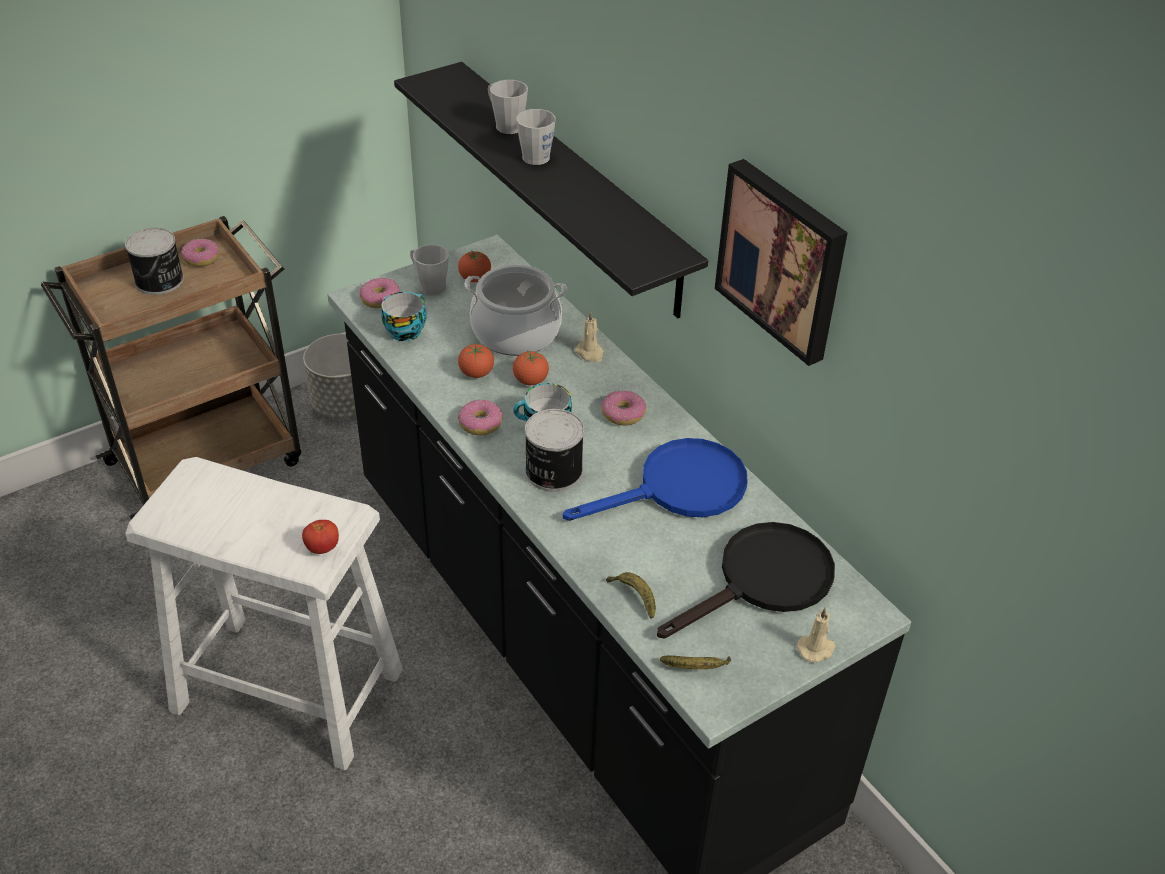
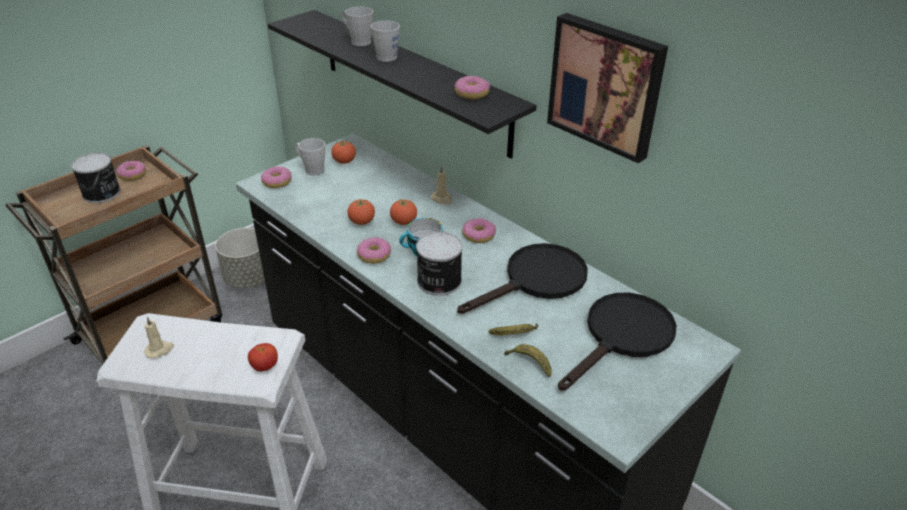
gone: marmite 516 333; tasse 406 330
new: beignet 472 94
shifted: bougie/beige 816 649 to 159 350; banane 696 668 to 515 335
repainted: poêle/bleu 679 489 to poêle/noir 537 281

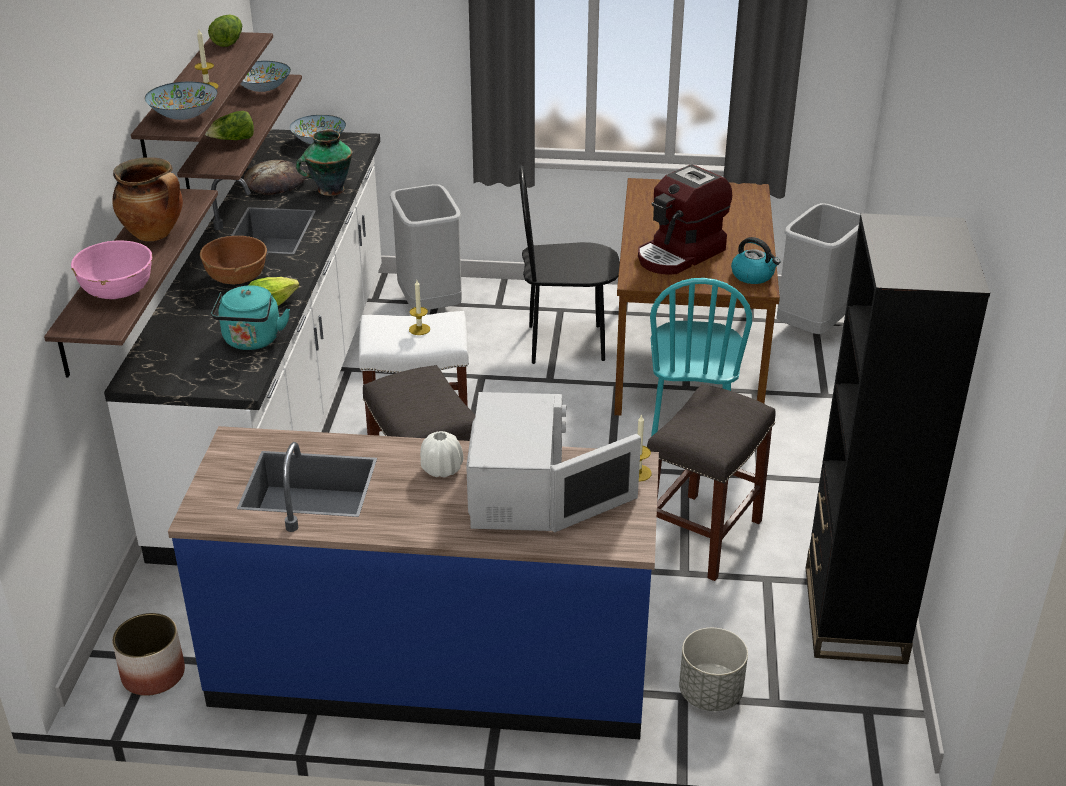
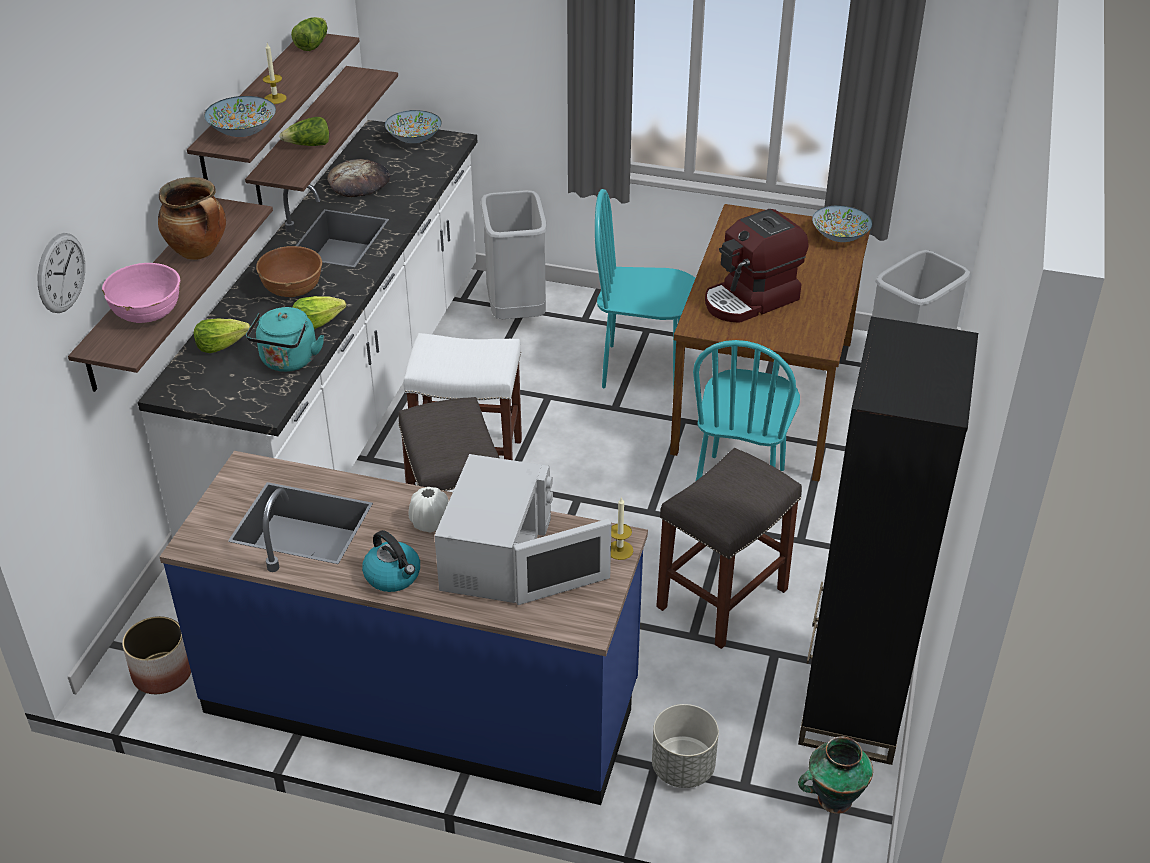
gone: bougie 419 329
new: horloge murale 61 273; laitue 221 345
shifted: bol 263 88 to 840 236; vase 329 190 to 832 800; bouilloire 753 275 to 393 576
repainted: chaise/noir 566 343 to chaise/turquoise 642 369

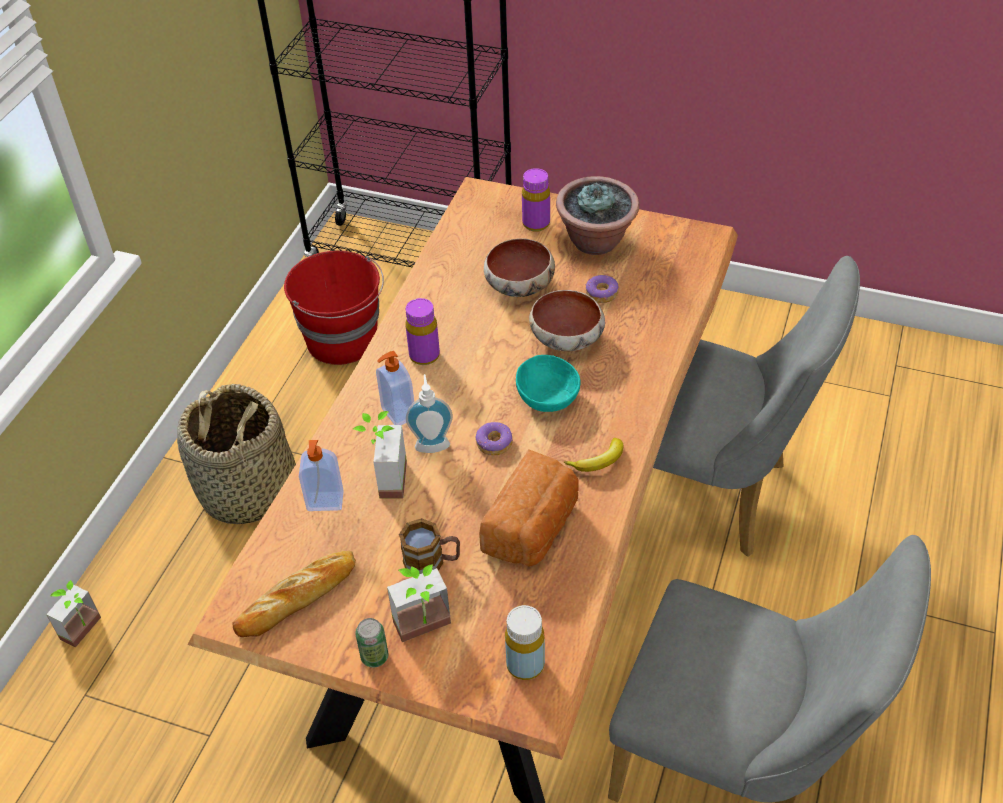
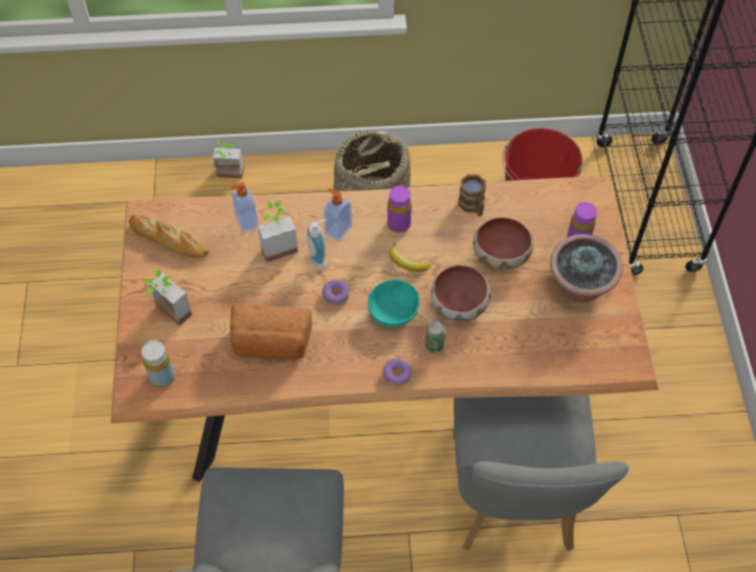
shifted: beignet 601 294 to 396 375; banane 598 461 to 406 262; mug 432 562 to 473 206; boîte métallique 374 656 to 434 345

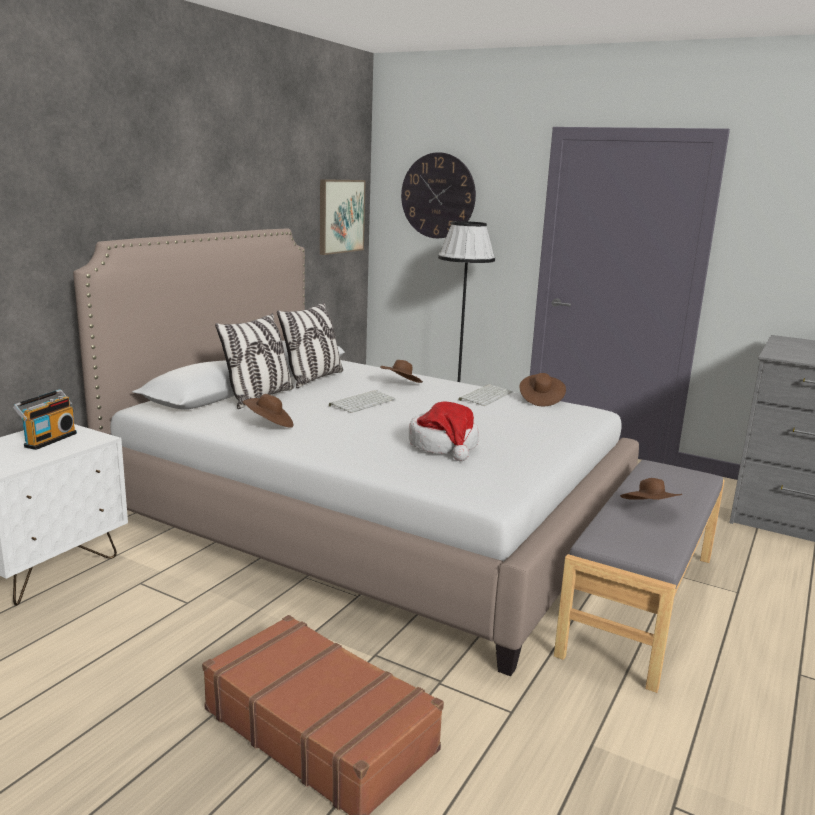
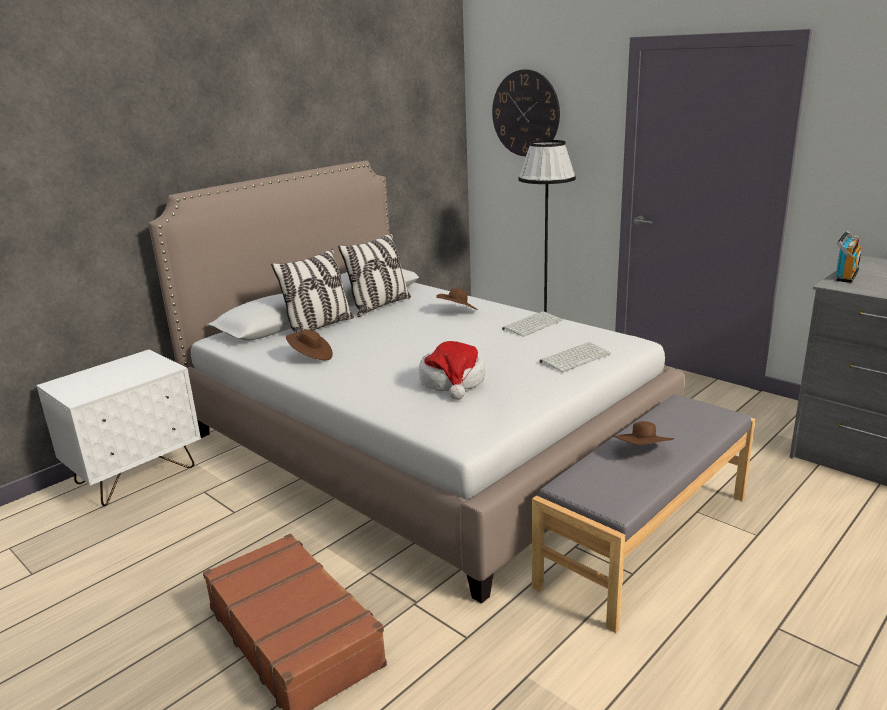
gone: tableau 341 216; chapeau/marron 540 400
shifted: radio 49 439 to 844 275; clavier 362 402 to 575 357

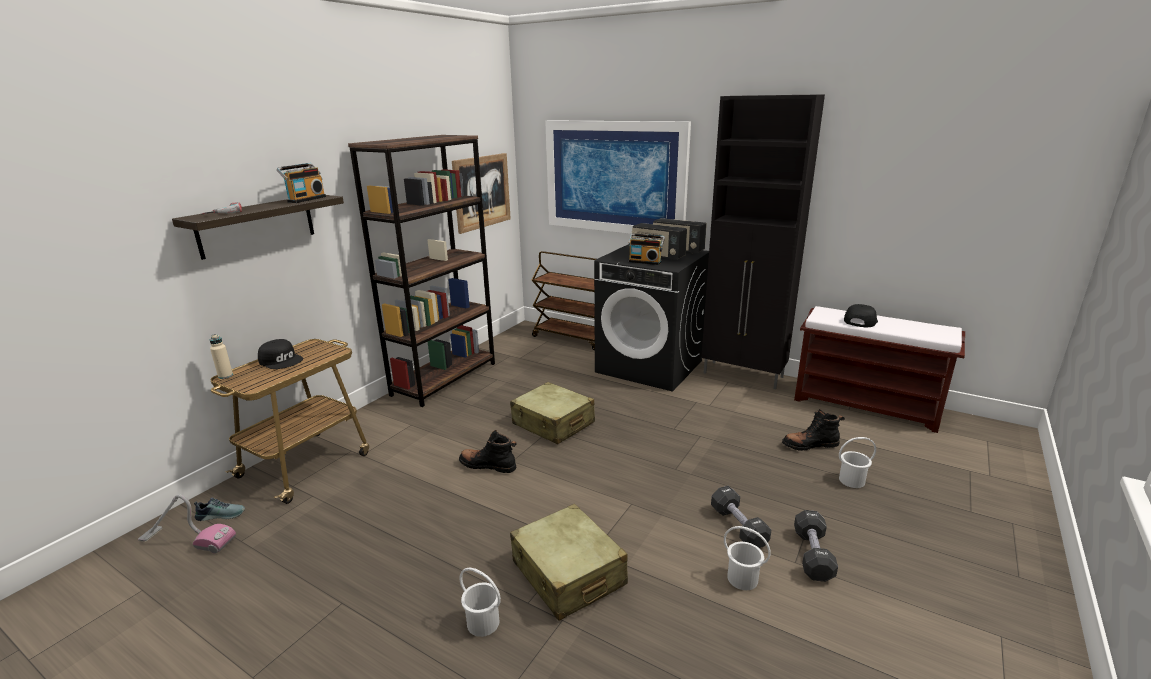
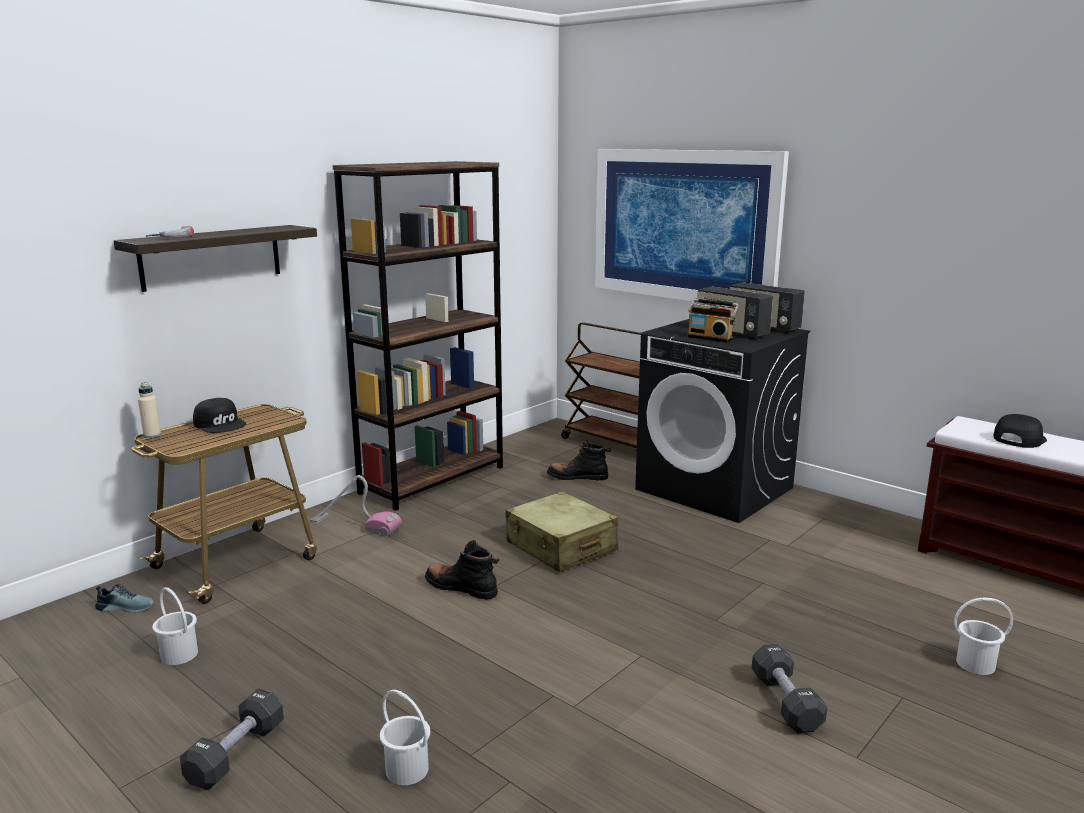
gone: meuble de rangement/noir 744 375; tableau 482 192; radio 305 199; valise/beige 568 573
shifted: botte/noir 810 445 to 577 477; aspirateur 187 540 to 355 525; haltère/noir 812 555 to 236 754; seau/blanc 742 578 to 180 654

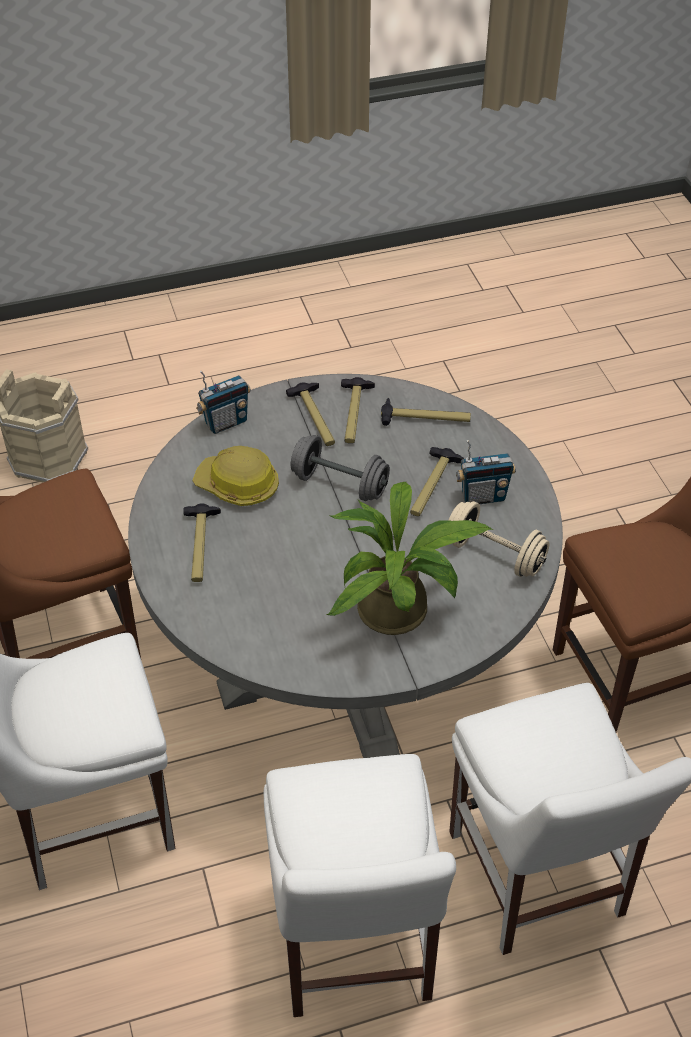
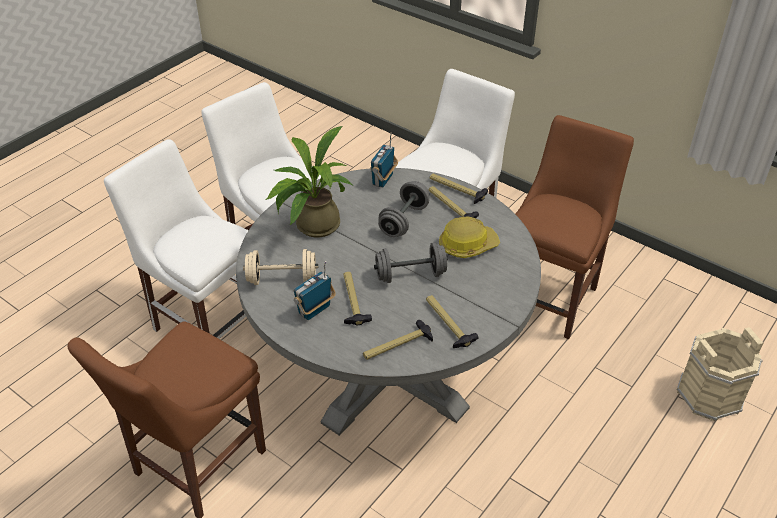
new: haltère/gris 404 220
shifted: radio 226 422 to 383 180; marteau 315 418 to 456 190

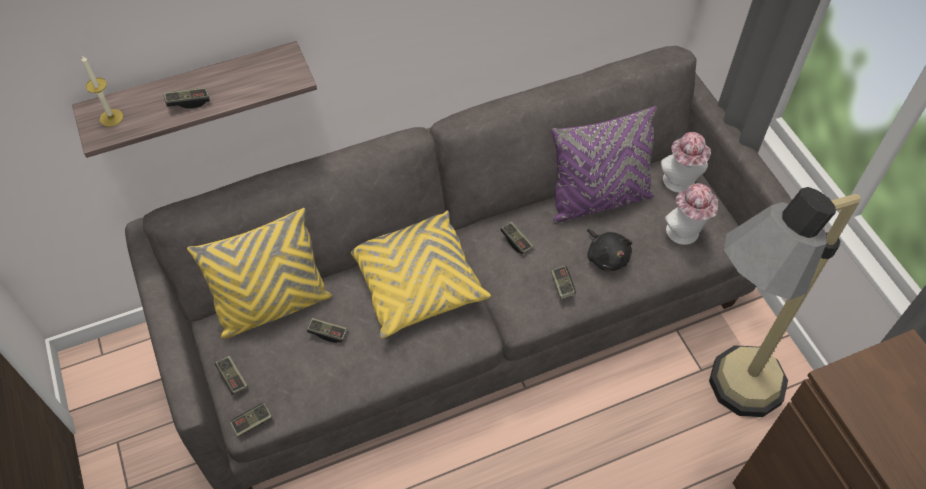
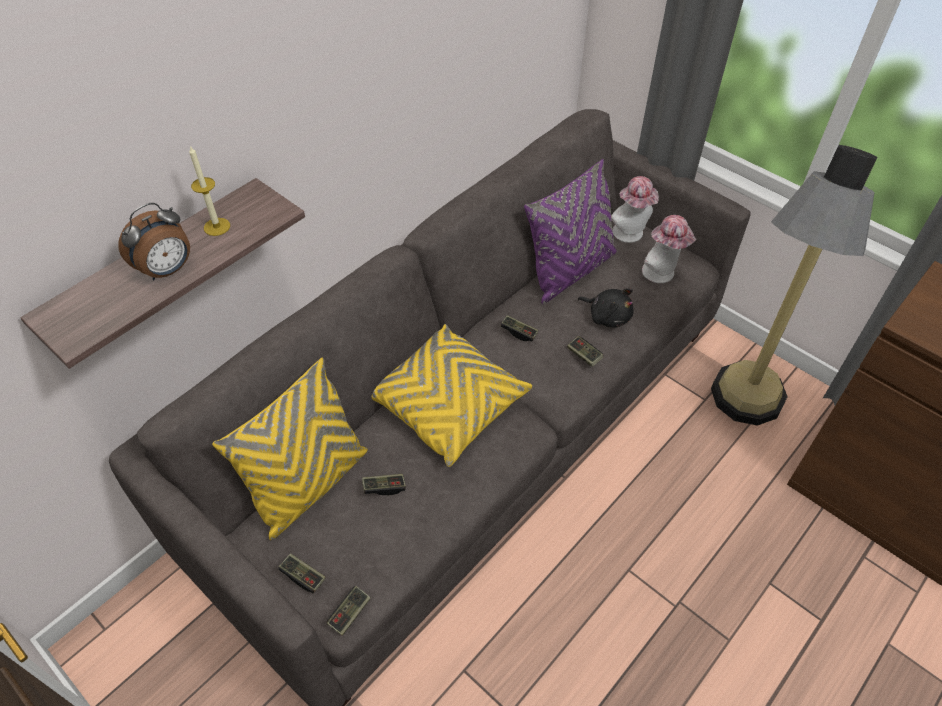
shifted: bougie 111 118 to 217 227
swapped: manette 188 102 to réveil 167 270

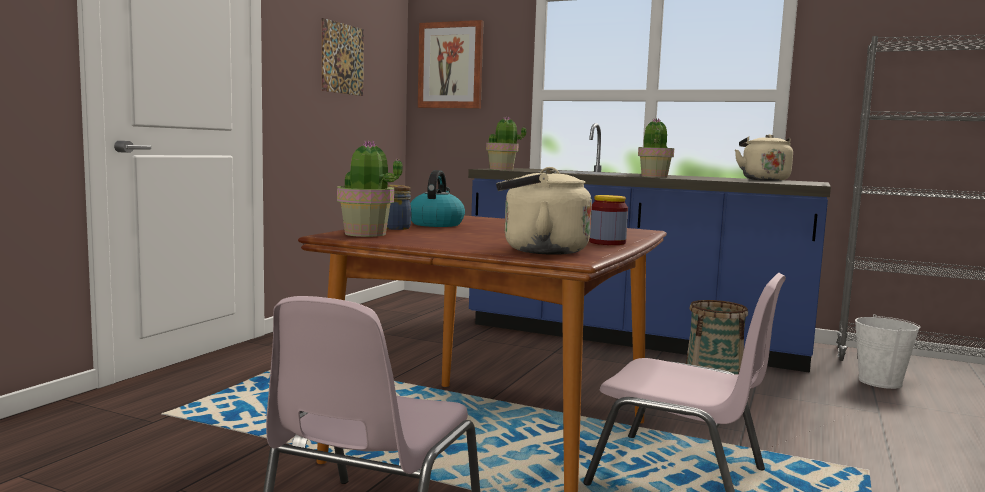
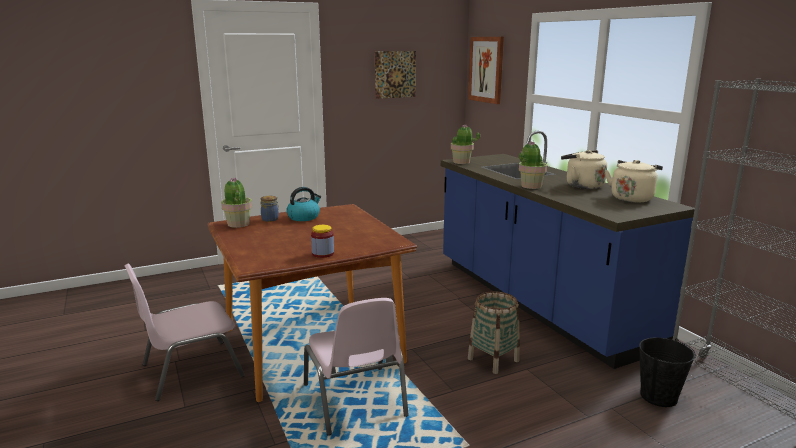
shifted: bouilloire/beige 539 251 to 582 185
repainted: seau/blanc 879 382 to seau/noir 658 396

